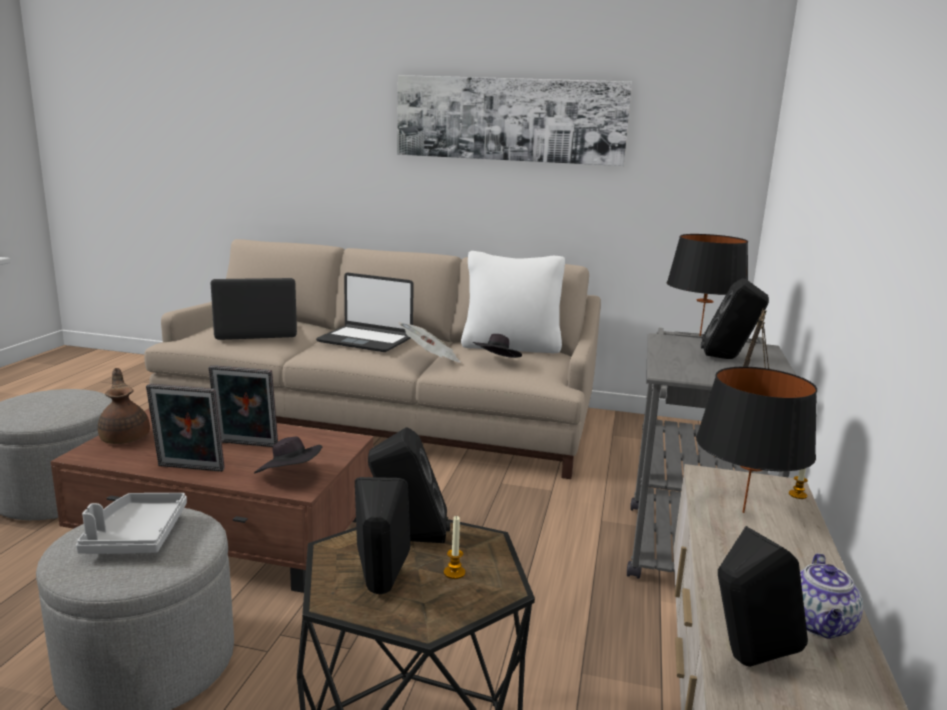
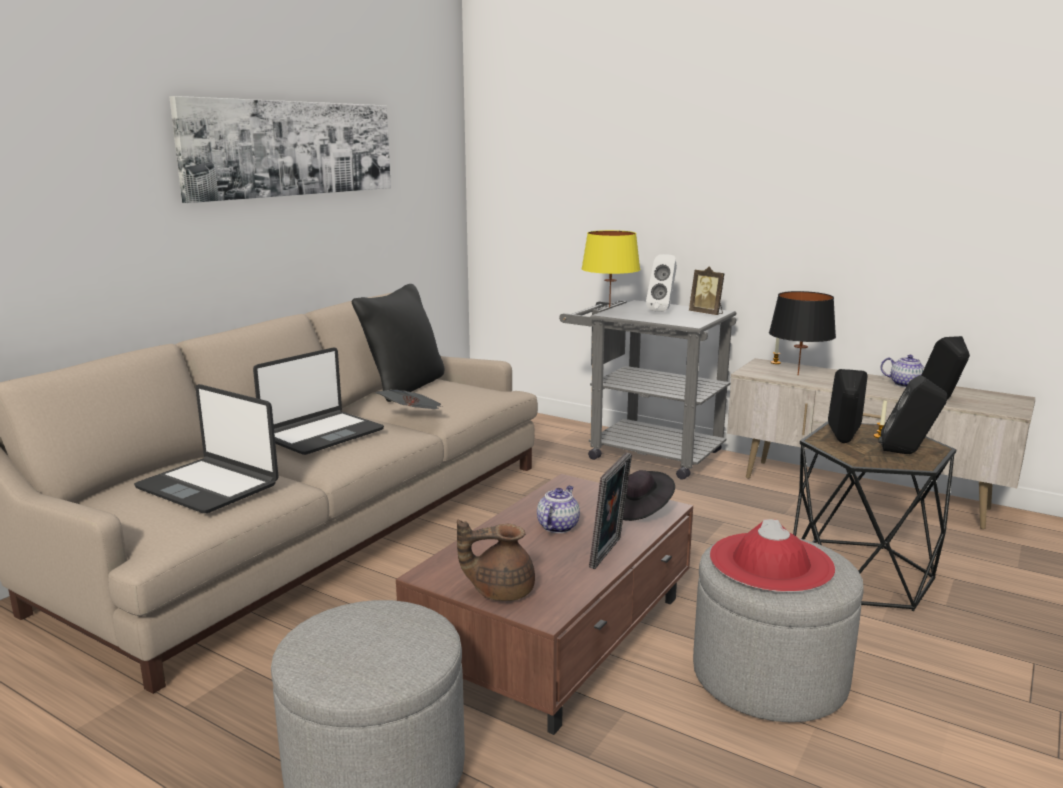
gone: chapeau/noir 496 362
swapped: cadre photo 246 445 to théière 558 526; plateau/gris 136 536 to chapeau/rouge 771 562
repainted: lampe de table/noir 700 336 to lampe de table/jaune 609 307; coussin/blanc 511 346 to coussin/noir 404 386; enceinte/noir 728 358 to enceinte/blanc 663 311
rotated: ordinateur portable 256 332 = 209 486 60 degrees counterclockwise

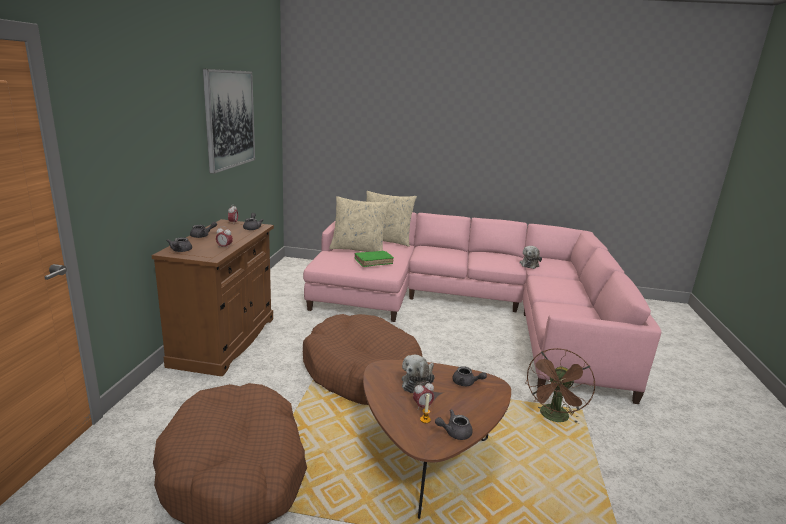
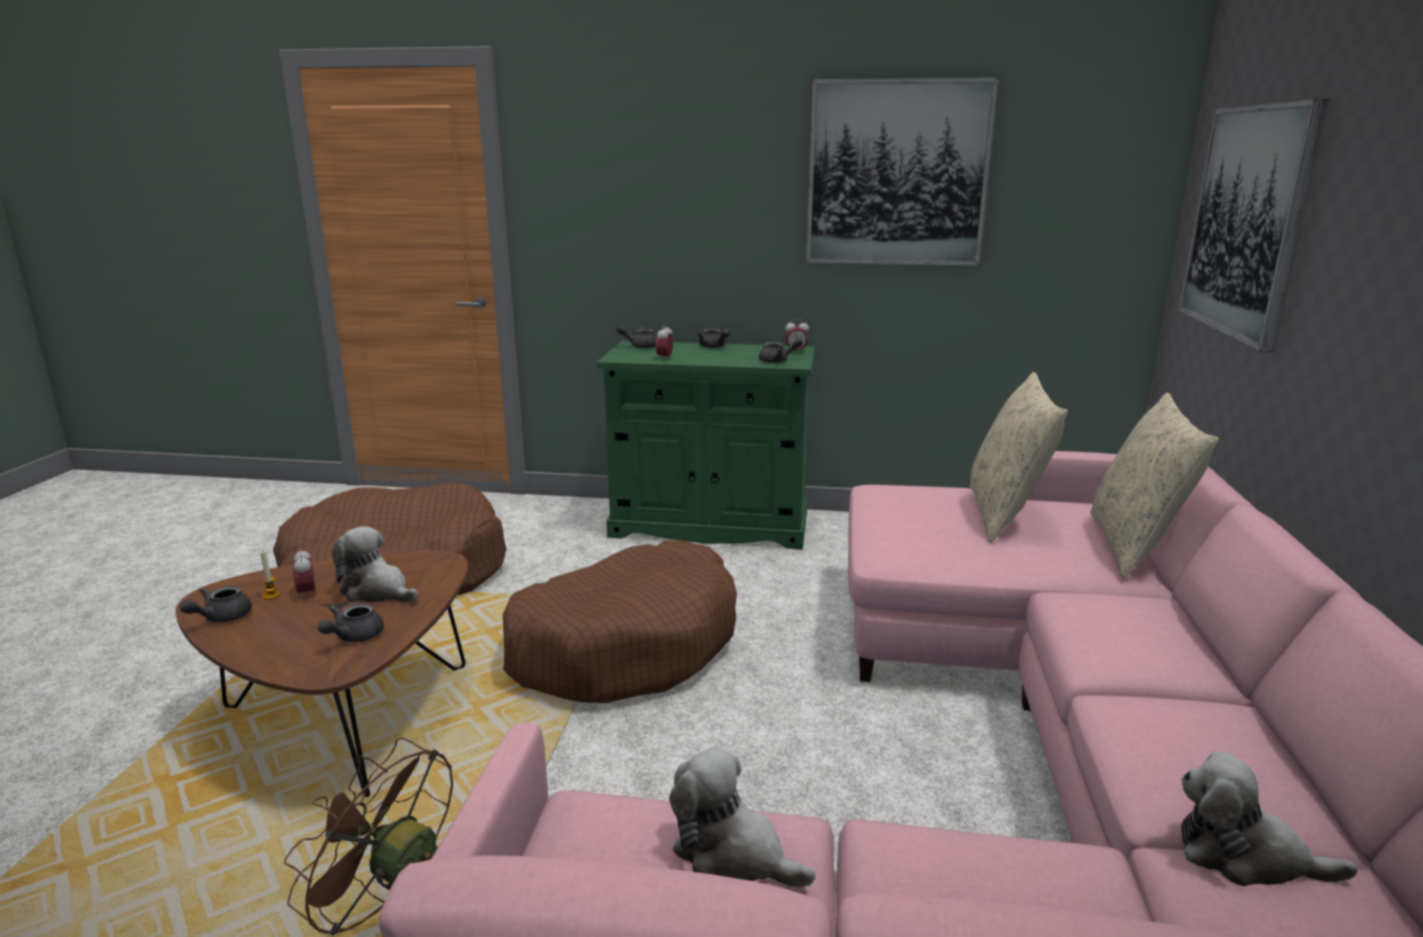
gone: livre/vert 373 262
new: tableau 1247 221; peluche 733 853
repainted: meuble de rangement/marron 225 341 to meuble de rangement/vert 710 525
rotated: théière/gris 454 433 = 221 617 135 degrees counterclockwise

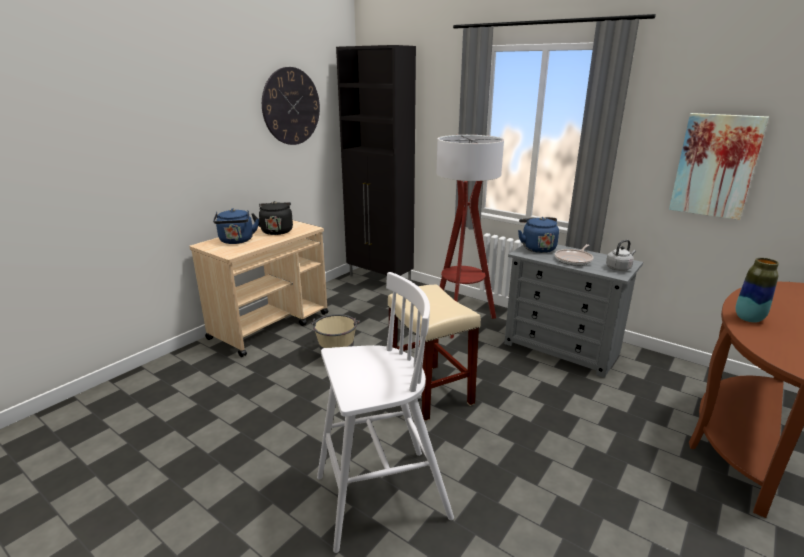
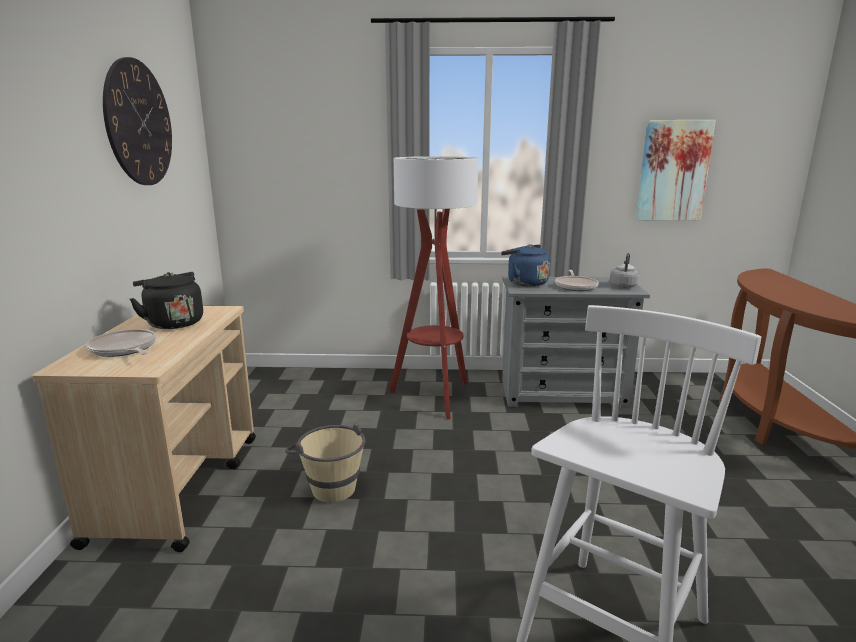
gone: meuble de rangement/noir 380 279; vase 748 318; tabouret/beige 431 391
swapped: bouilloire/bleu 236 241 to poêle 124 349

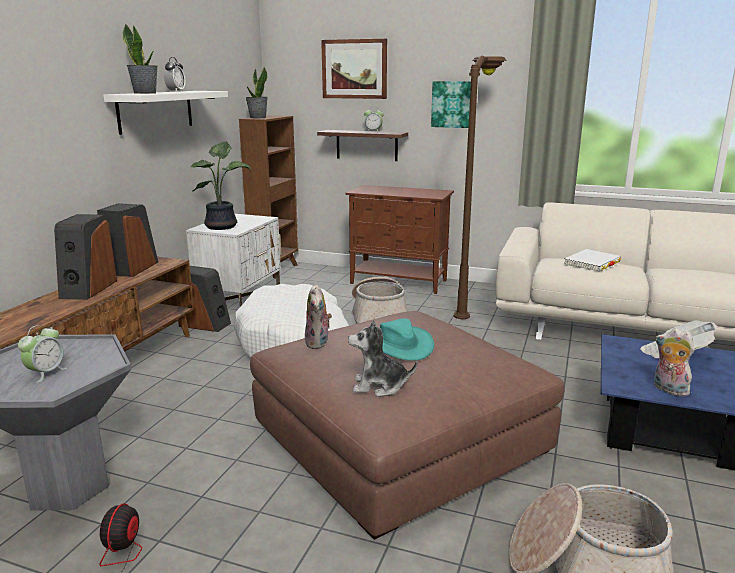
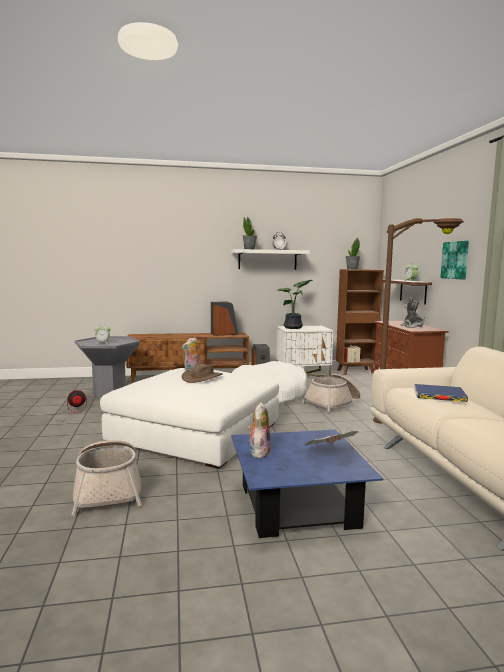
gone: tableau 354 69; enceinte 88 289
shifted: peluche 379 386 to 412 326
repainted: livre/blanc 592 263 to livre/bleu 439 396; pouf/marron 399 436 to pouf/blanc 195 432; chapeau/turquoise 398 345 to chapeau/marron 202 377

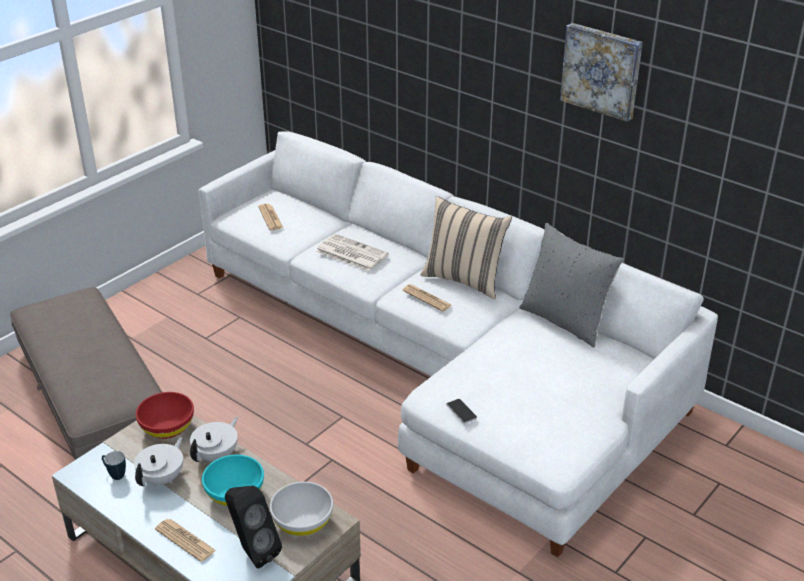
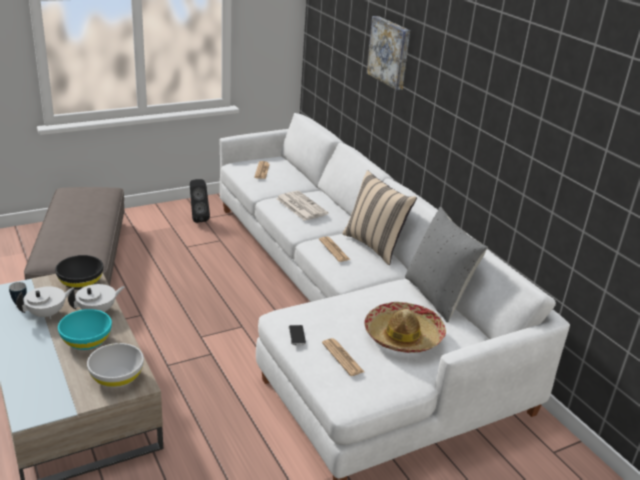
new: chapeau 403 336
shifted: tableau 602 70 to 390 52; enceinte/noir 252 552 to 197 218; journal 185 540 to 342 357
repainted: bol/rouge 167 428 to bol/noir 81 283

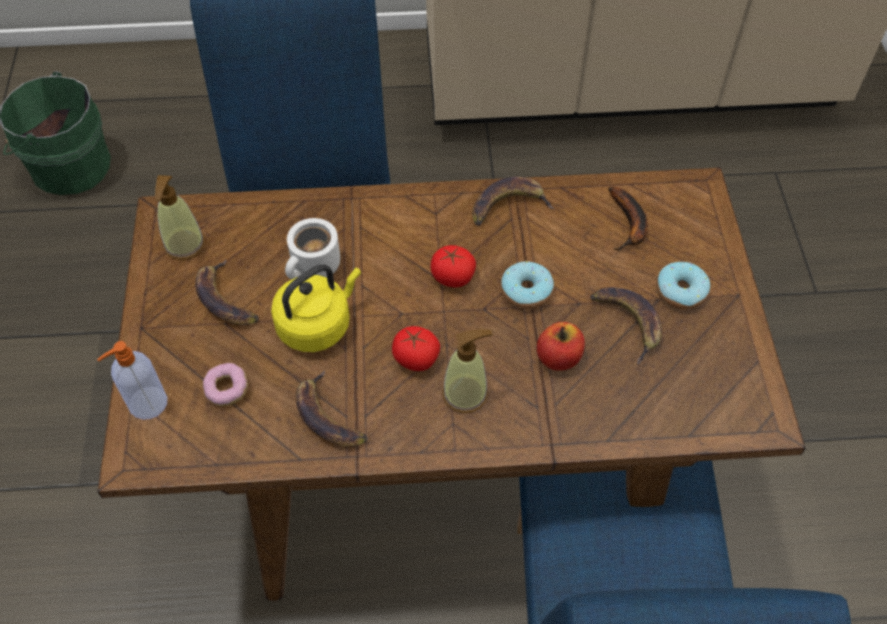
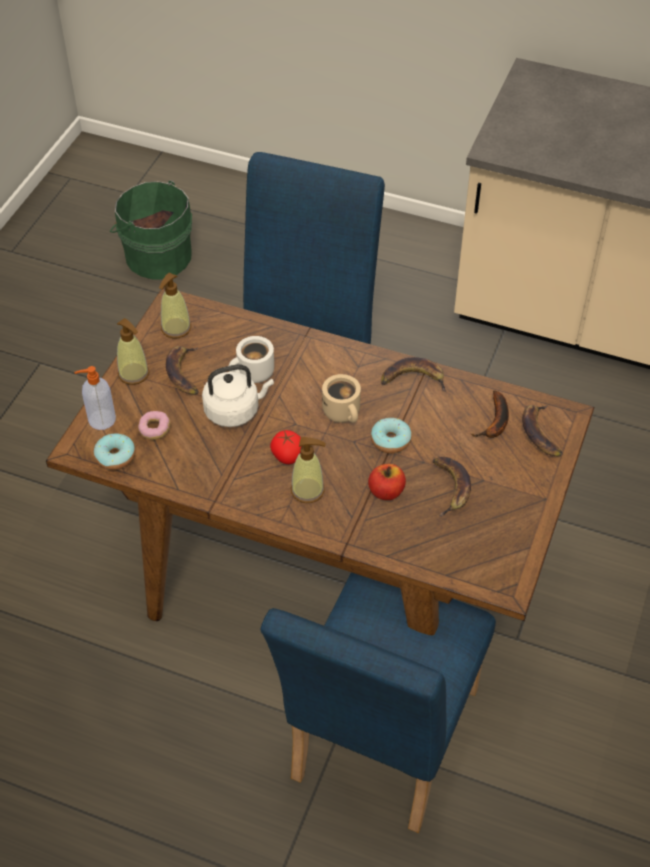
new: distributeur de savon 134 374
shifted: beignet 681 291 to 115 457; banane 327 416 to 539 433
swapped: tomate 452 277 to mug/beige 344 413
repainted: bouilloire/jaune 317 325 to bouilloire/blanc 235 411

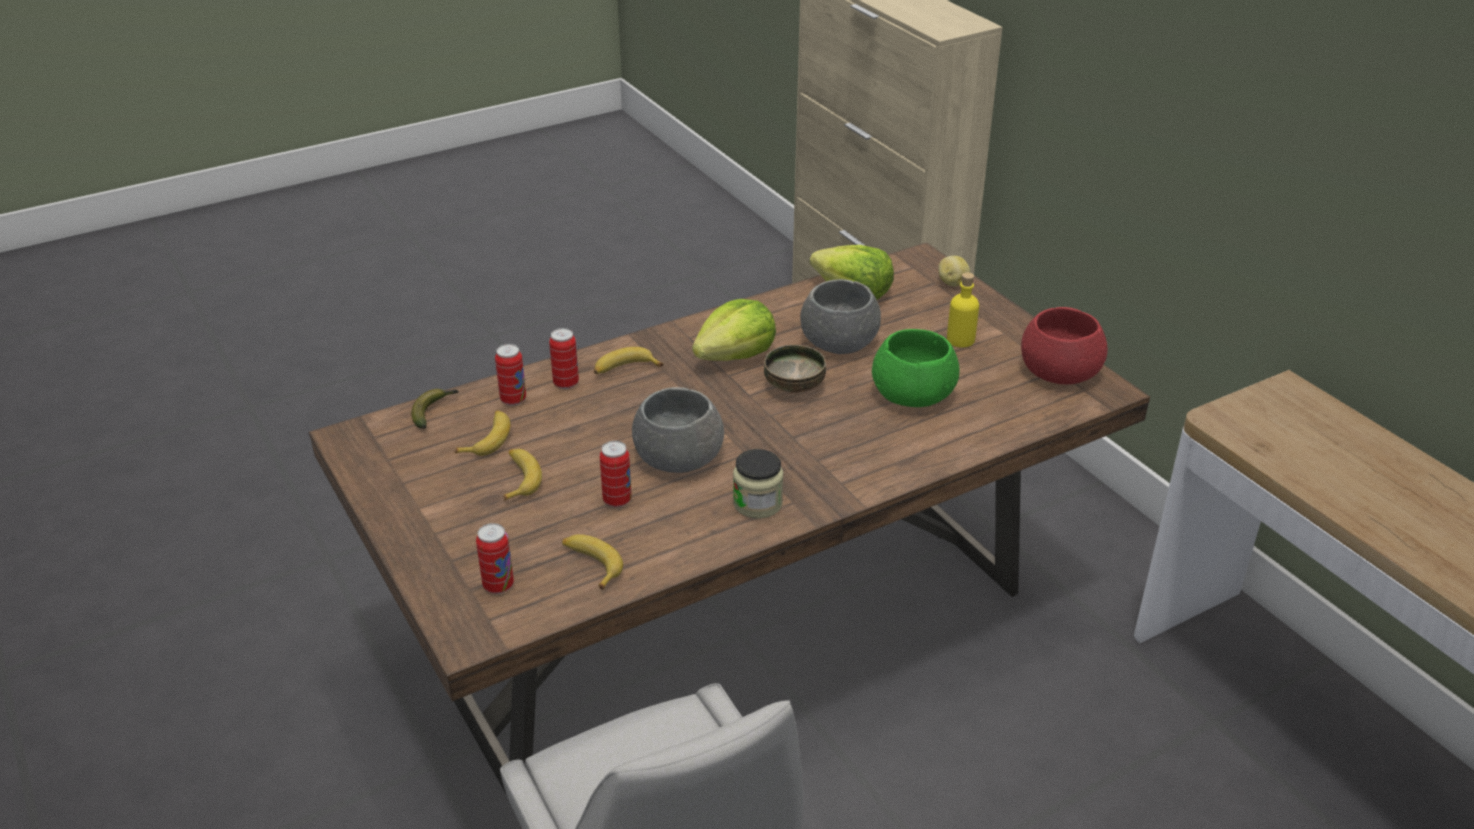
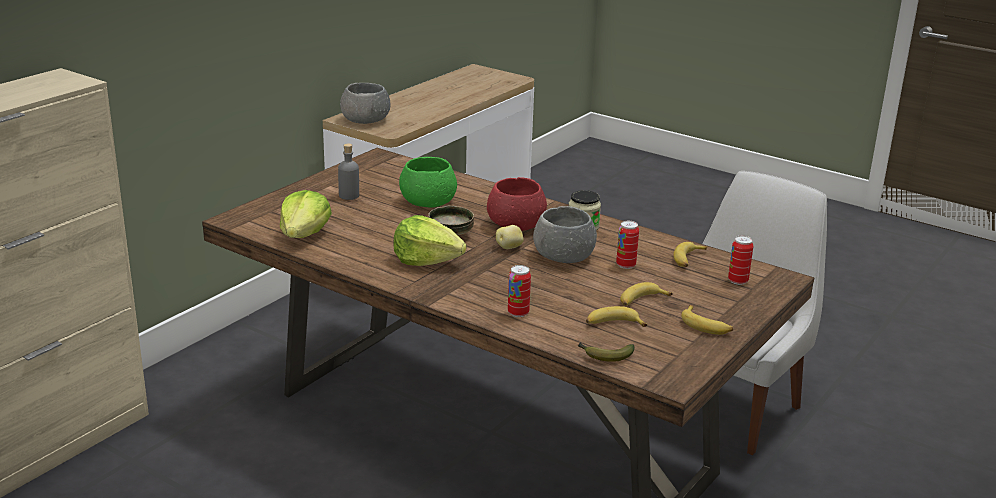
gone: boîte métallique 513 400
shifted: pomme de terre 952 283 to 509 247; bol/gris 840 341 to 365 120; bol/rouge 1060 372 to 516 224; banane 625 369 to 706 326
repainted: bouteille/jaune 960 340 to bouteille/gris 349 195

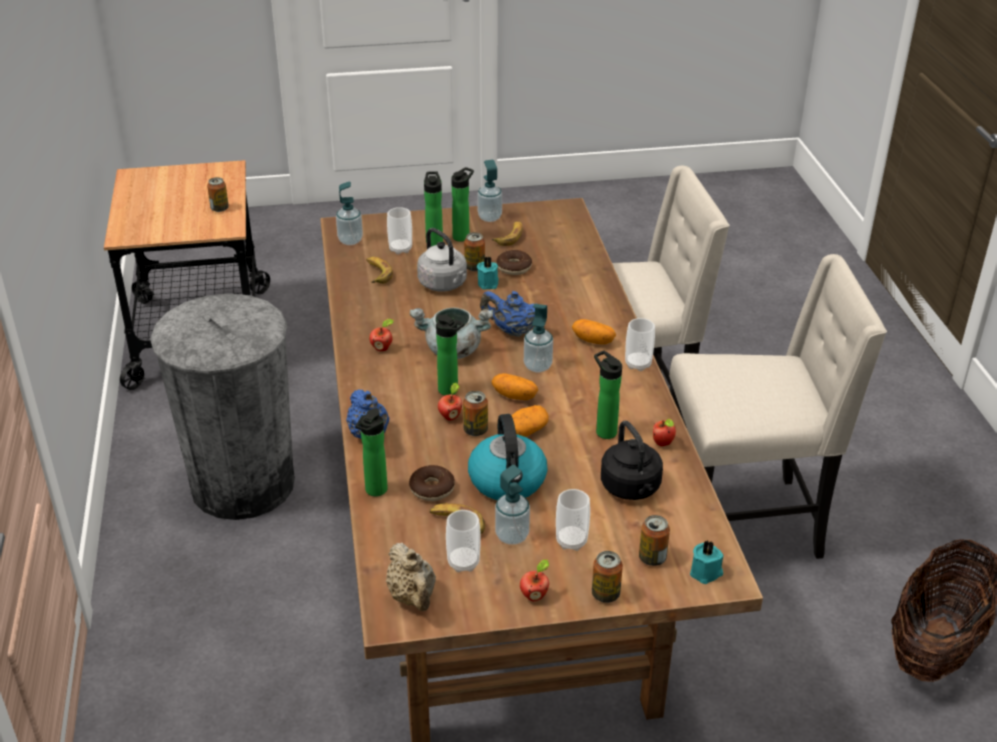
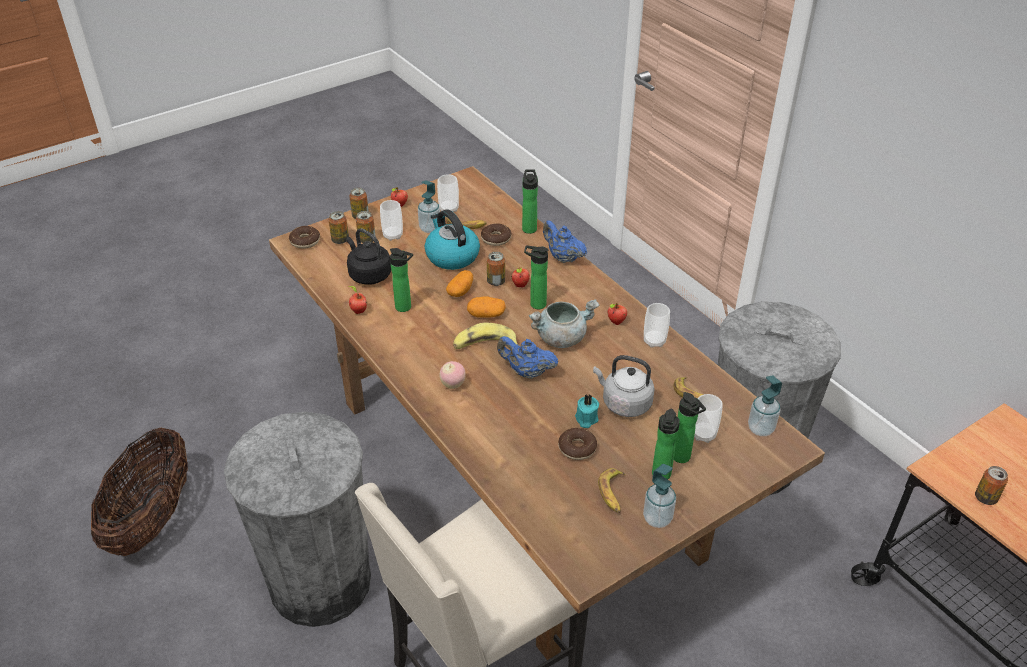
gone: théière/beige 413 597
shifted: boîte métallique 474 267 to 367 240; tasse 638 364 to 654 341
swapped: chaise/beige 744 522 to poubelle/gris 320 582; distributeur de savon 537 366 to banane 484 345; pomme de terre 593 340 to pomme 453 384; bougie/turquoise 706 573 to beignet 305 241
rotated: théière/bleu 512 331 = 526 372 150 degrees counterclockwise

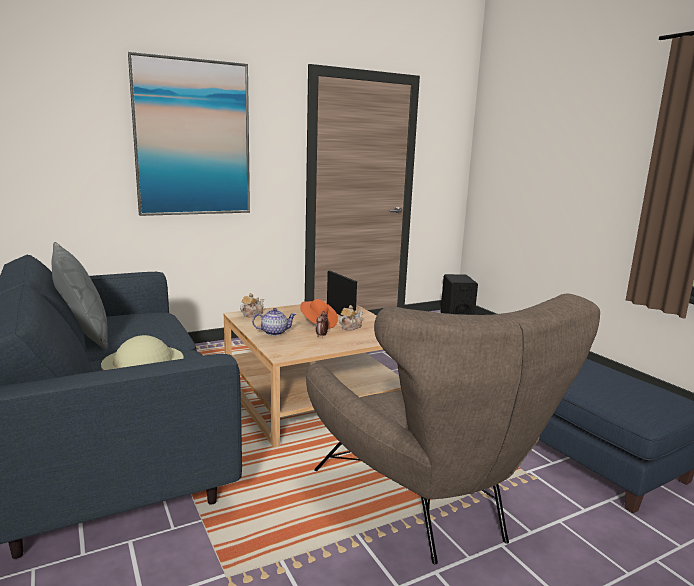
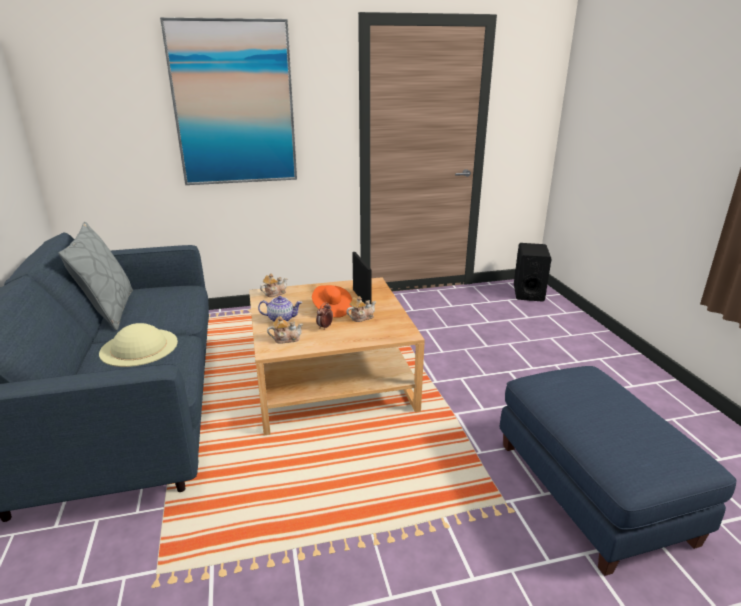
gone: fauteuil/marron 432 504
new: théière 286 339

